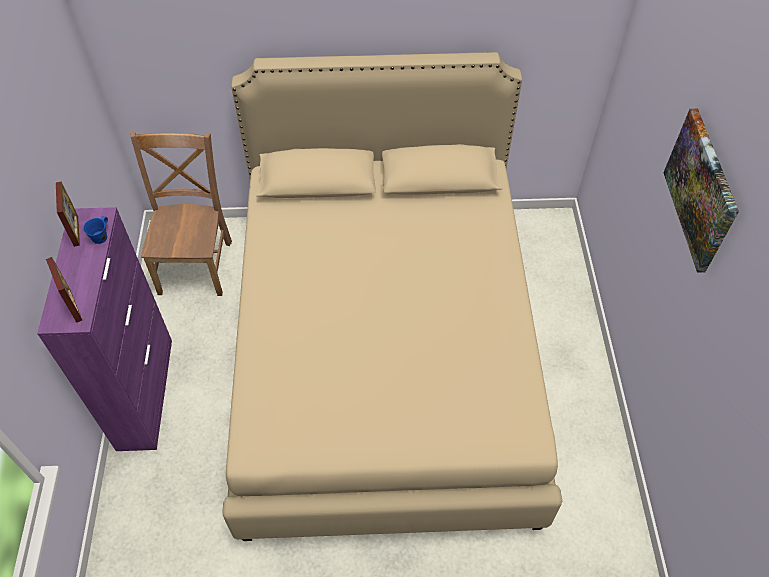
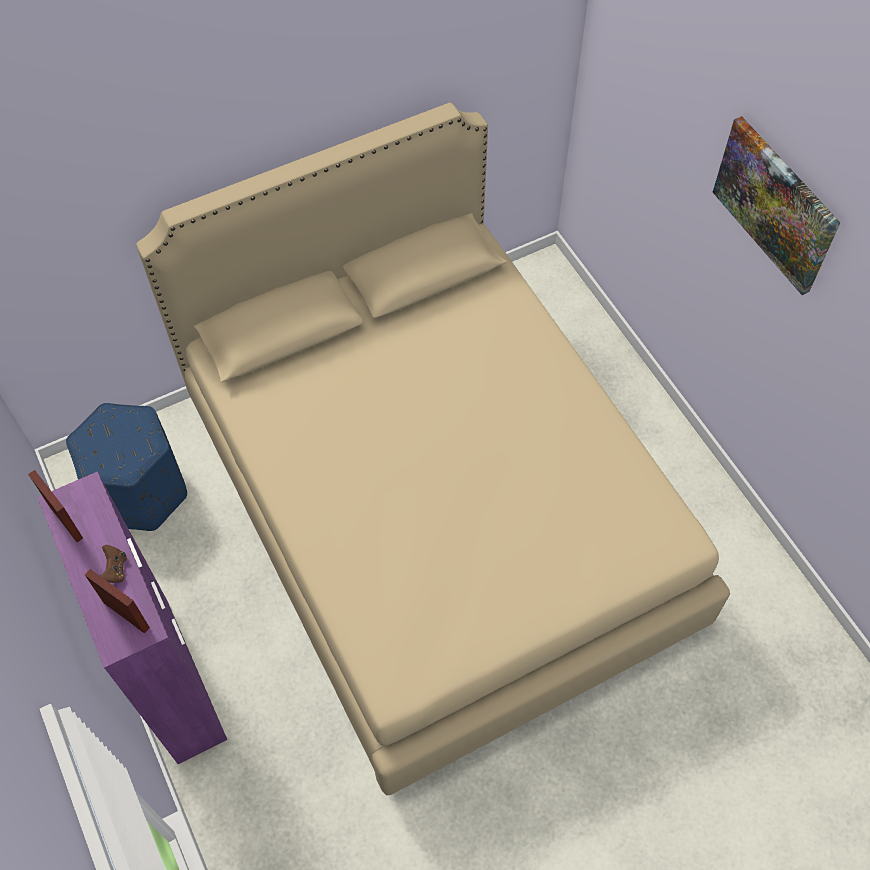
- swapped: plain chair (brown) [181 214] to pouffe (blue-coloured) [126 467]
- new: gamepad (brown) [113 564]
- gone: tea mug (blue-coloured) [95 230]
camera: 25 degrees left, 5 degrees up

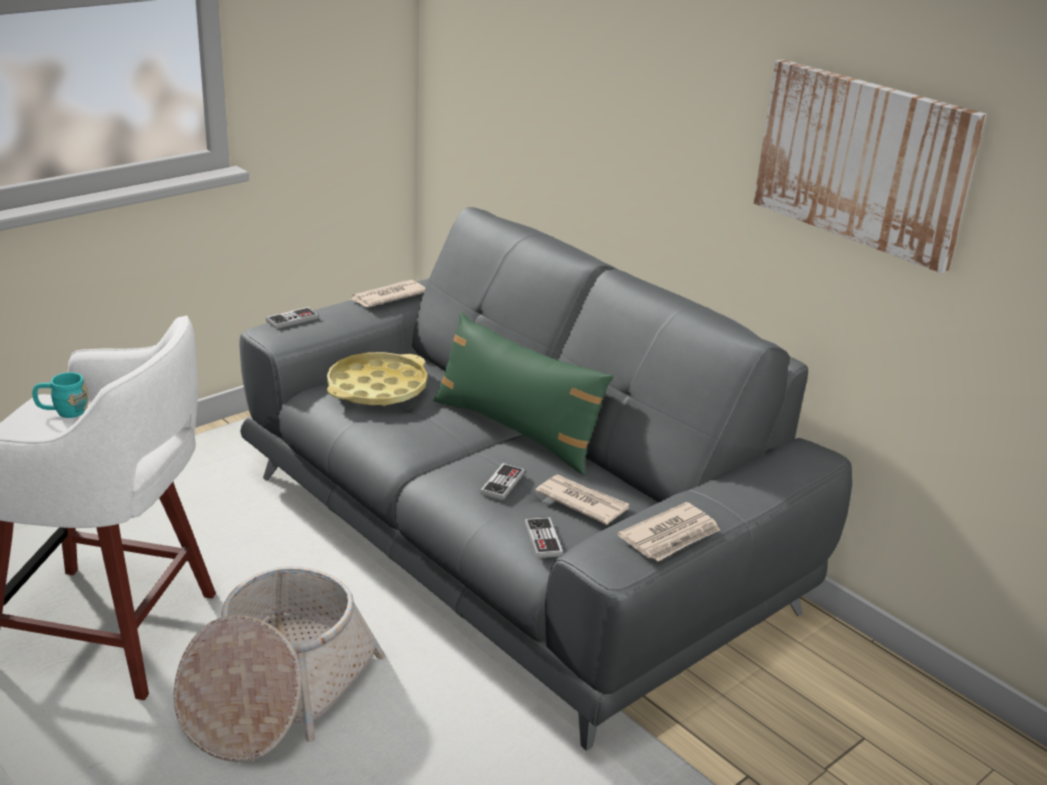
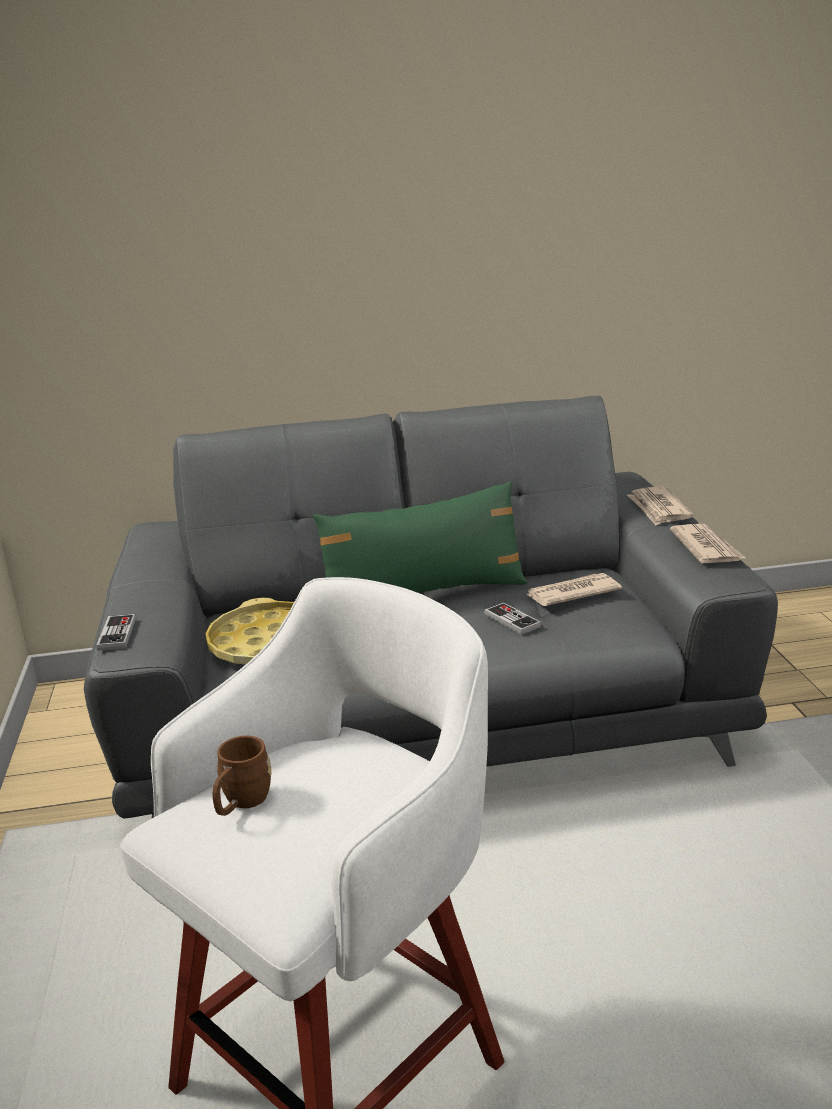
- repainted: tea mug (turquoise) [60 395] to tea mug (brown) [242 776]
- shifted: printed paper [387 293] to [660 505]
- gone: storage basket [280 664]
- gone: gamepad [544 537]
- gone: wall picture [870 166]
camera: 55 degrees left, 5 degrees down

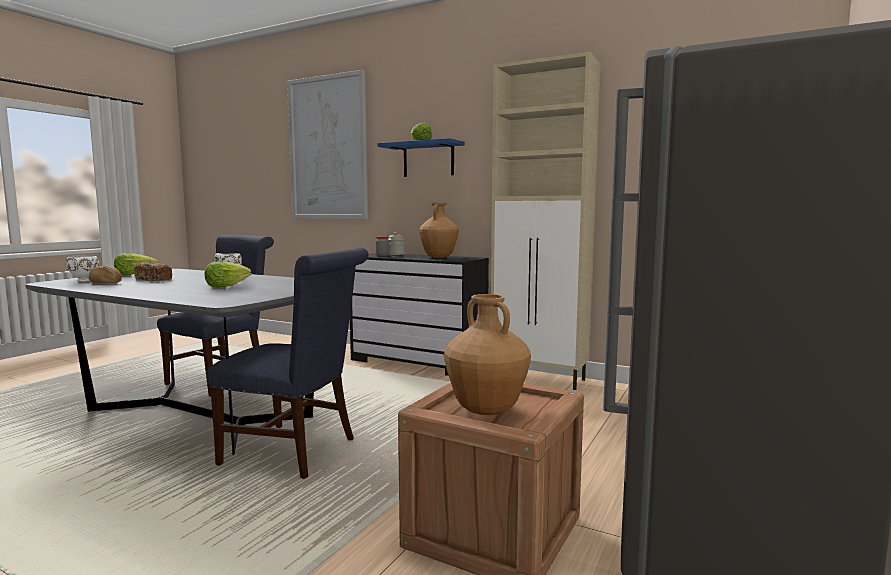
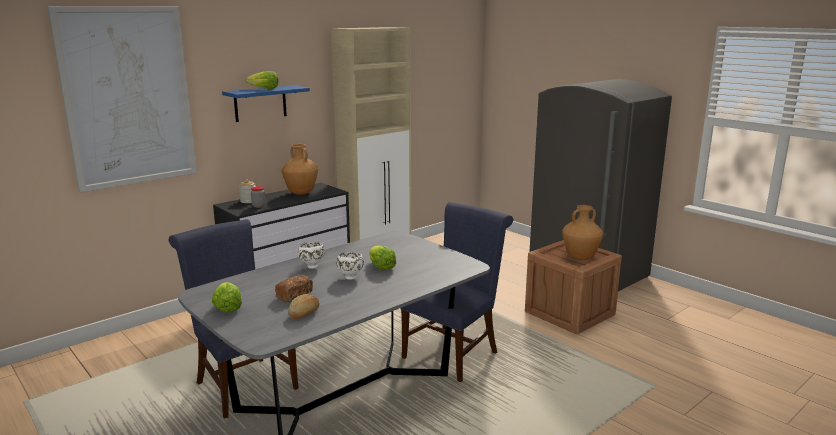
- shifted: bowl (white-coloured) [83 268] to [350 265]
camera: 70 degrees left, 10 degrees up

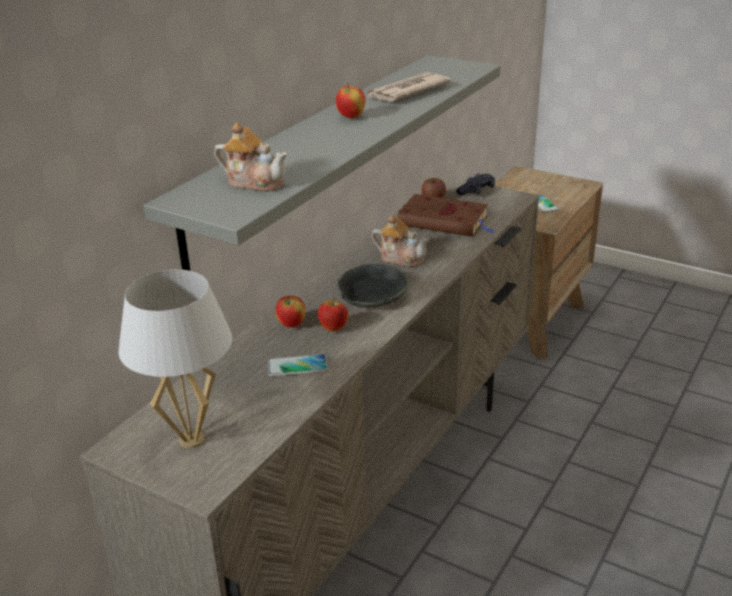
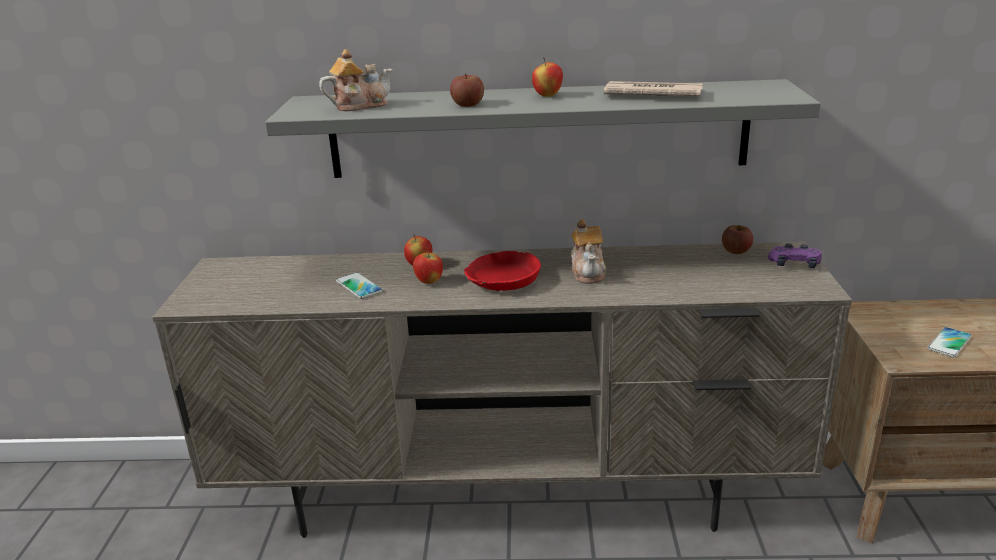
- rotated: tea pot [250 157] = [356 80] 105 degrees counterclockwise
- new: apple fruit [467 90]
- repainted: bowl (greyish) [373 286] to bowl (red) [502 271]
- repainted: gamepad (blackish) [475 184] to gamepad (purple) [795 255]
- gone: tabletop lamp (white-coloured) [175 359]
- gone: volume (brown) [446 215]
camera: 60 degrees right, 5 degrees down

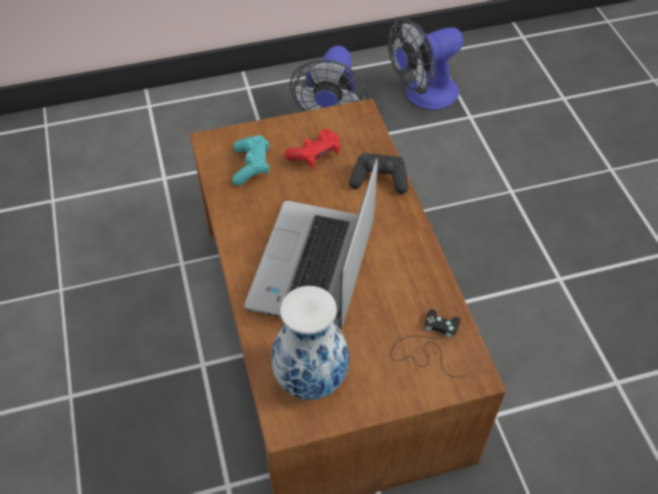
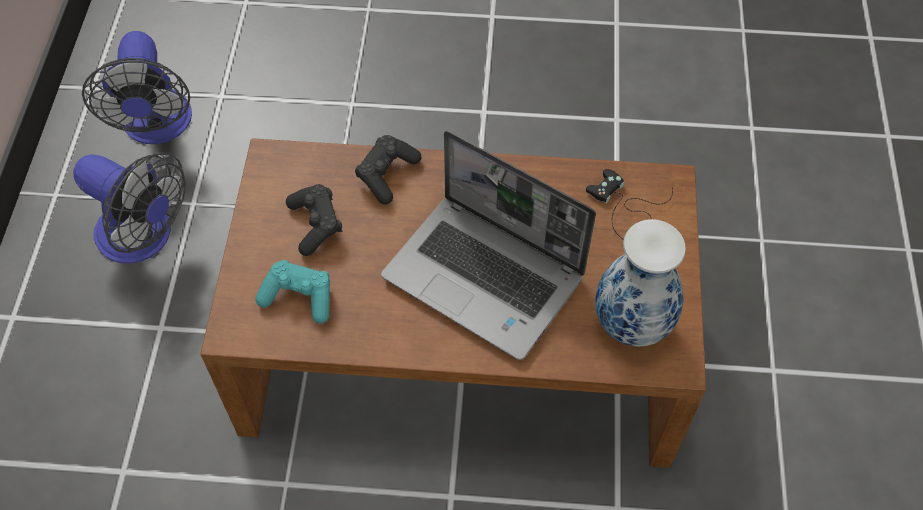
- repainted: gamepad (red) [312 148] to gamepad (blackish) [314 220]
camera: 70 degrees left, 5 degrees up

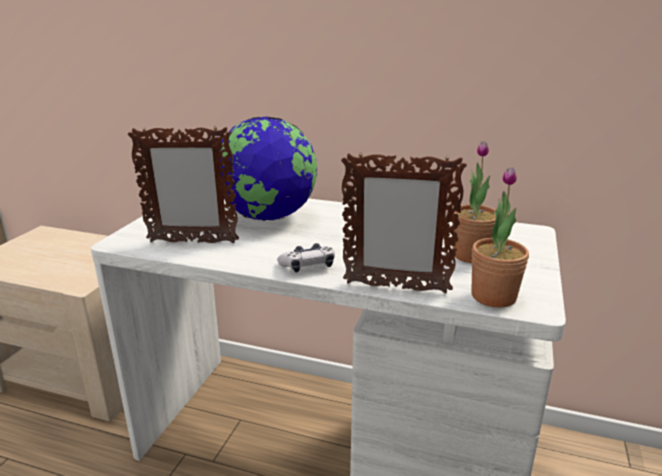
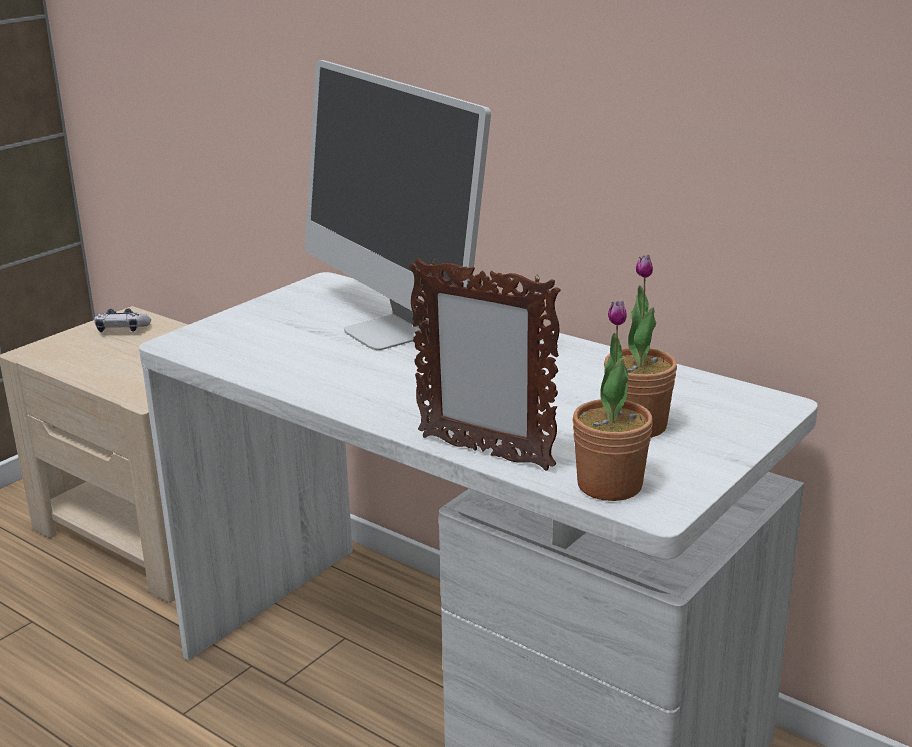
- shifted: gamepad [306 258] to [122 320]
- swapped: world globe [268 169] to computer display [398 205]
- gone: picture frame [183 185]
camera: 20 degrees right, 0 degrees up

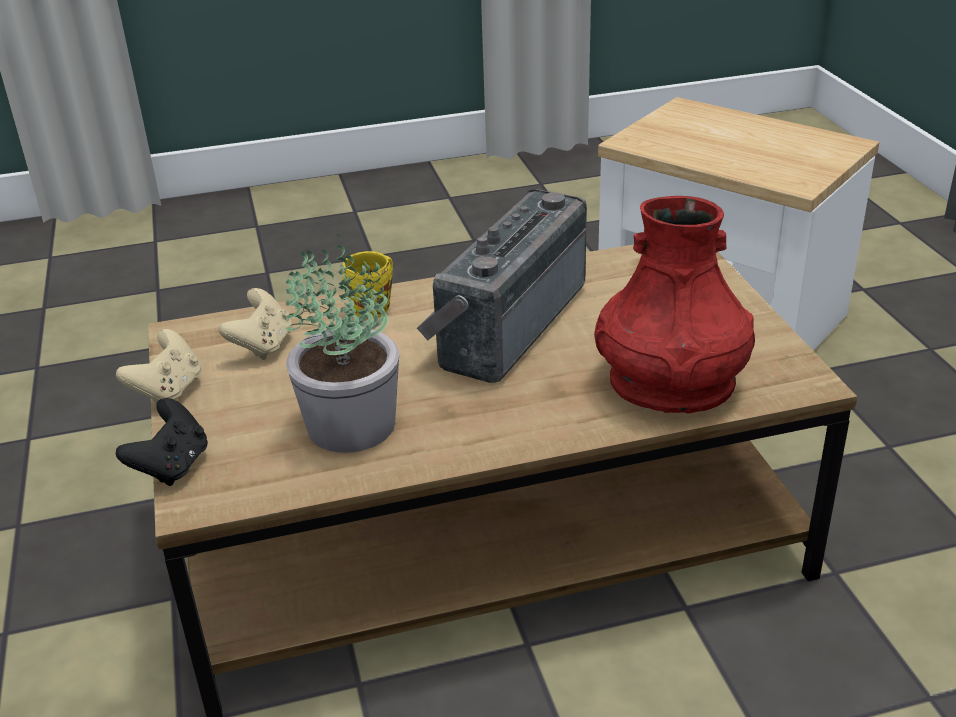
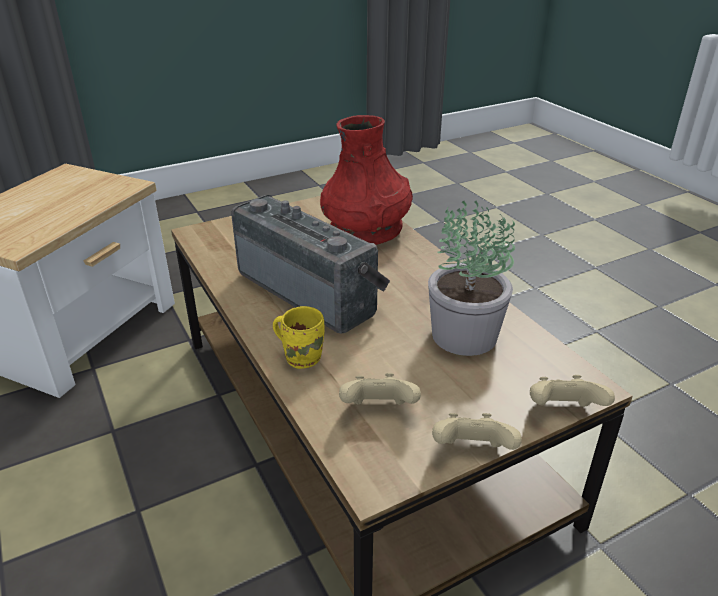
- rotated: radio [502 286] = [310 264] 150 degrees counterclockwise
- repainted: gamepad (blackish) [162 442] to gamepad (beige-coloured) [572 391]
camera: 105 degrees left, 0 degrees up

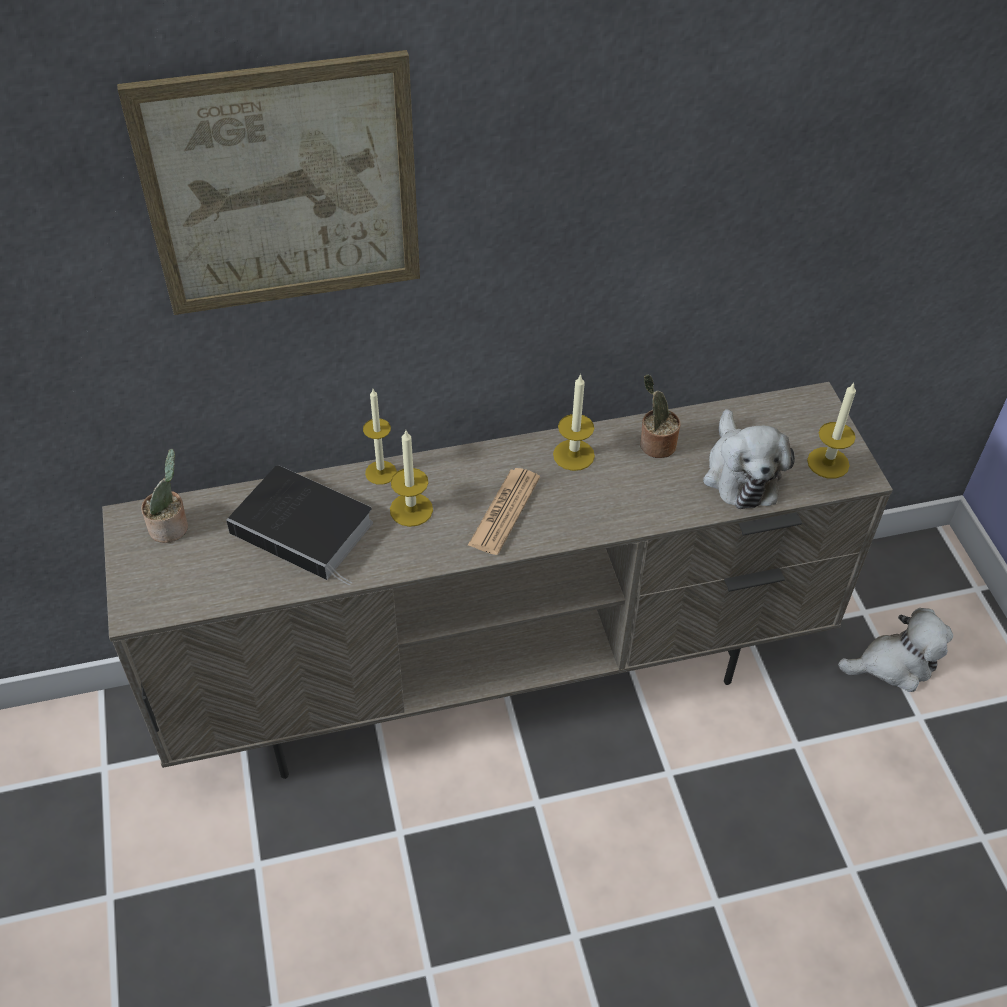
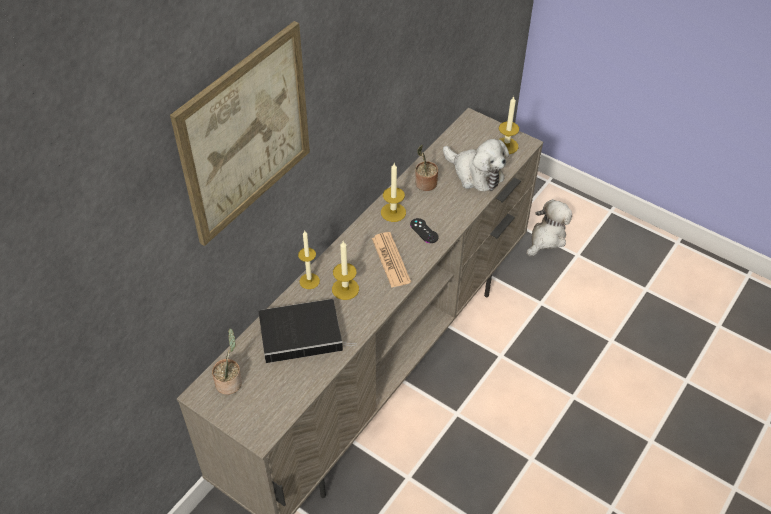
- new: gamepad (blackish) [424 230]
camera: 40 degrees left, 0 degrees up

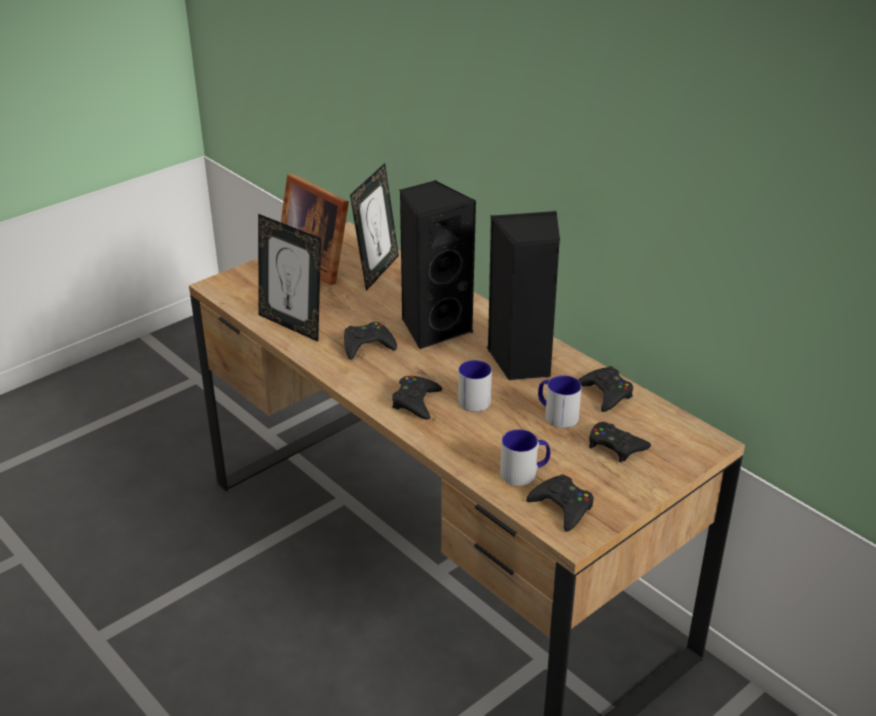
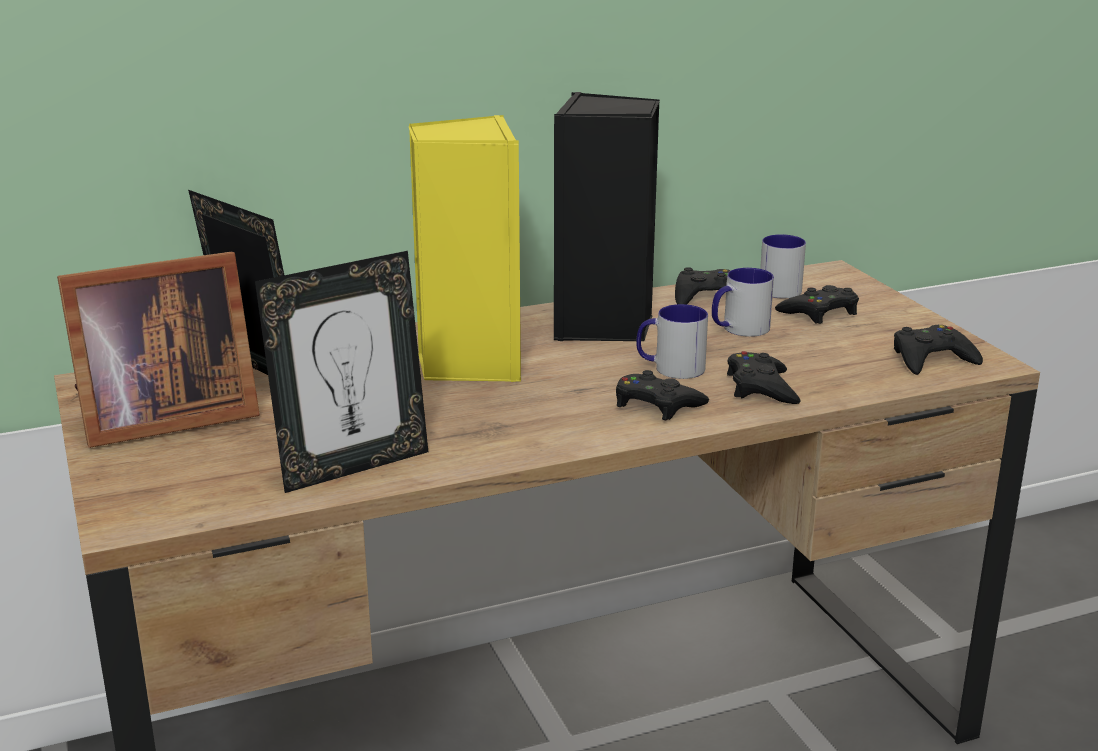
- repainted: loudspeaker (blackish) [437 265] to loudspeaker (yellow) [465 248]
- shifted: gamepad (blackish) [370 341] to [763 377]
- shifted: tea mug [525 457] to [783 266]
camera: 70 degrees left, 10 degrees down

